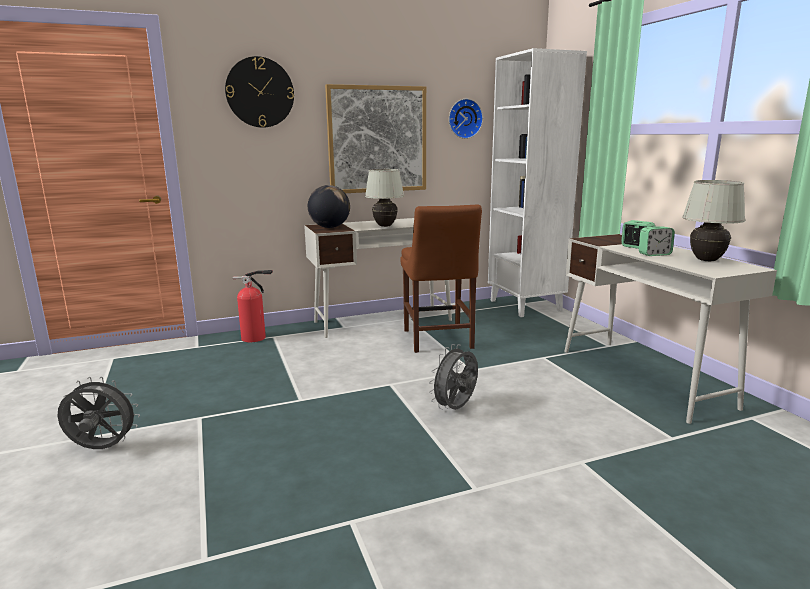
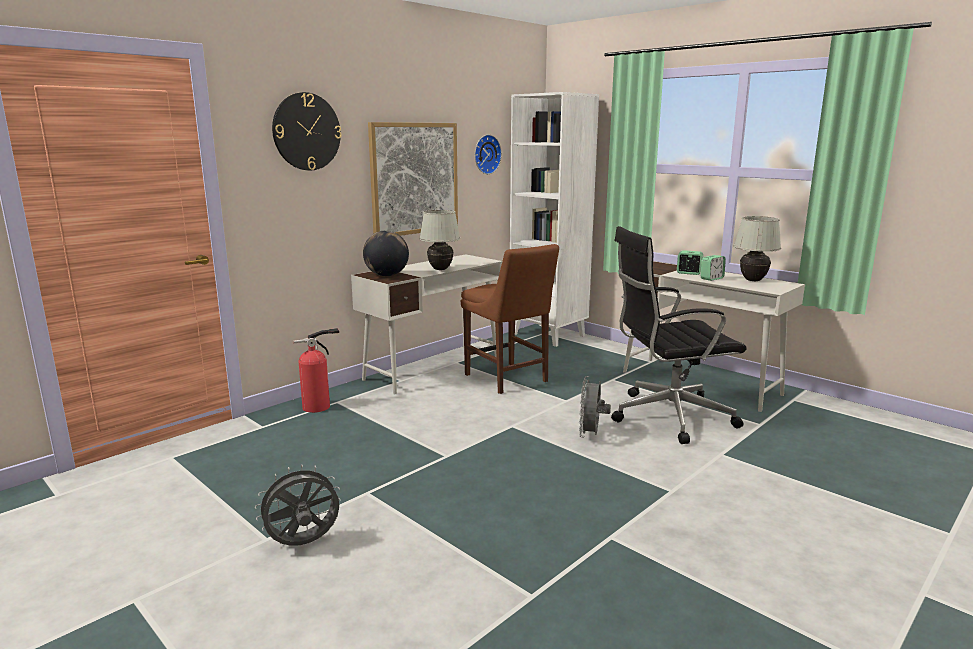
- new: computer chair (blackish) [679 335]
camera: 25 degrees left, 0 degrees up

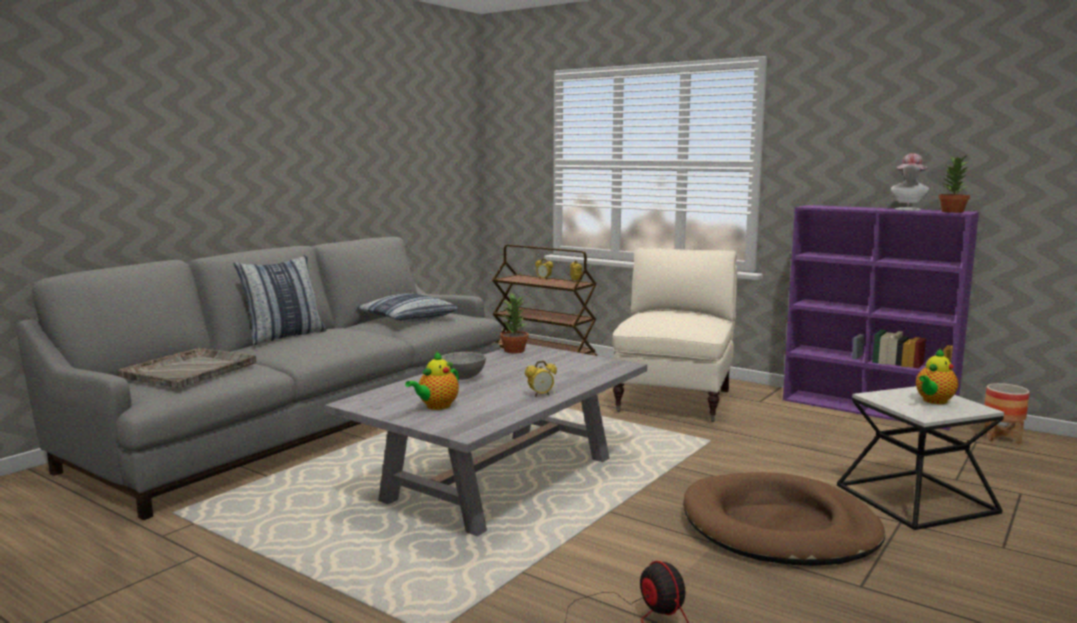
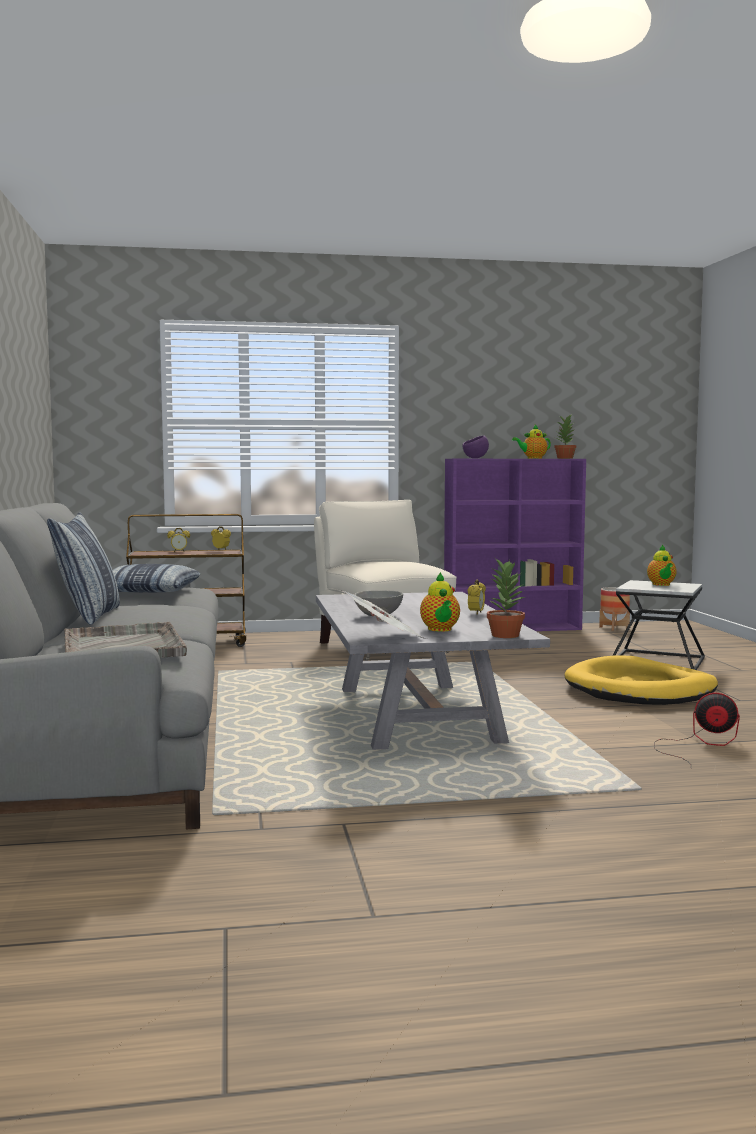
- new: printed paper [385 615]
- new: bowl (purple) [475 446]
- shifted: plant in a pot [514 323] to [506 598]
- swapped: clothing hat [910 182] to tea pot [531 441]
- repainted: dog bed (brown) [784 519] to dog bed (yellow) [641 680]
camera: 45 degrees left, 5 degrees down

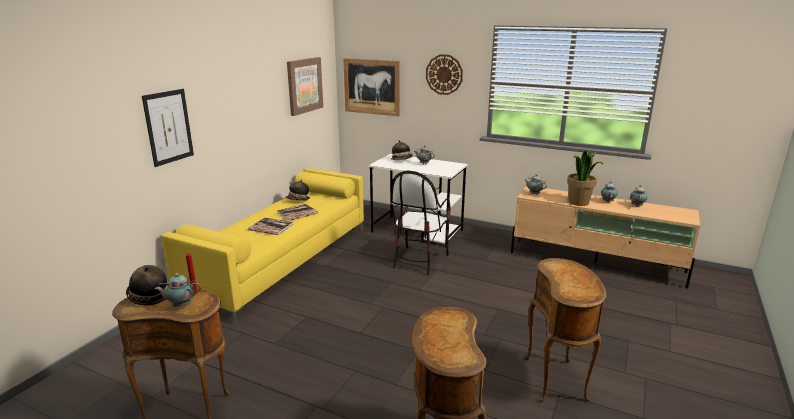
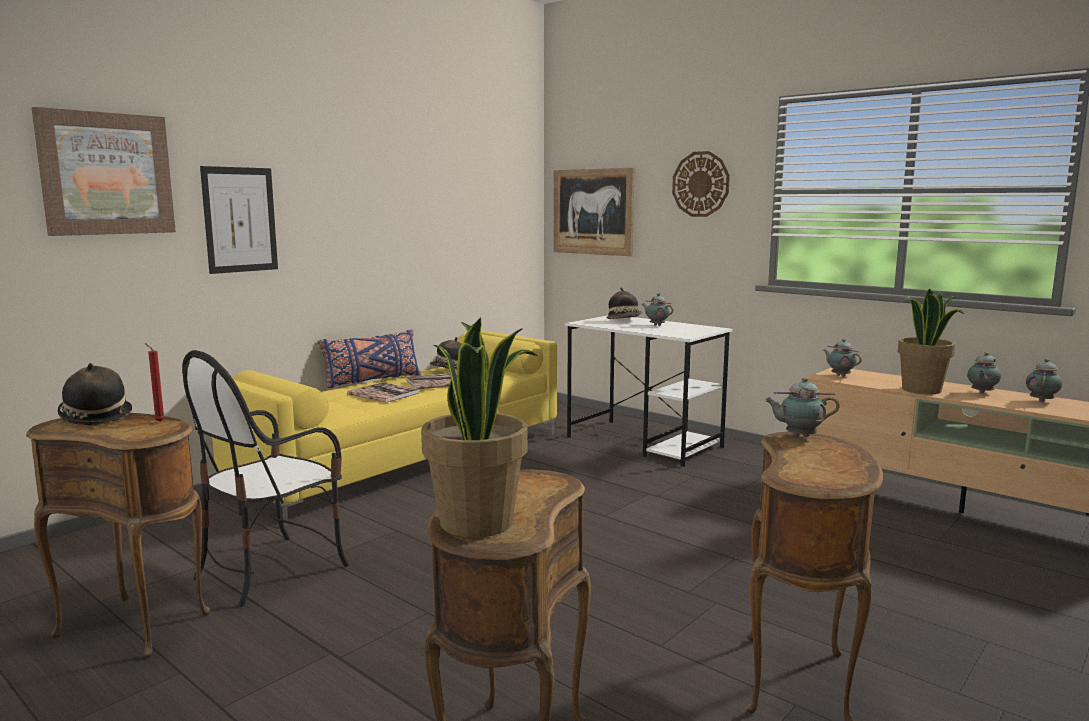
- shifted: wall picture [305 86] to [104 171]
- shifted: plain chair [421 223] to [265 478]
- new: throw pillow (blue-coloured) [369 358]
- new: plant in a pot [479 428]
- shifted: tea pot [178 290] to [801 407]
camera: 15 degrees right, 10 degrees down

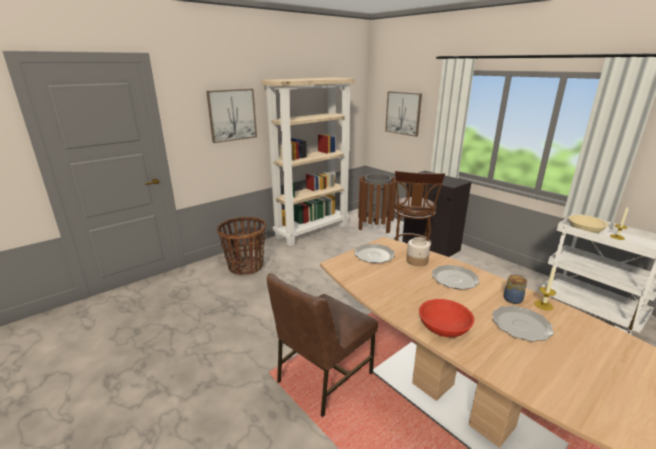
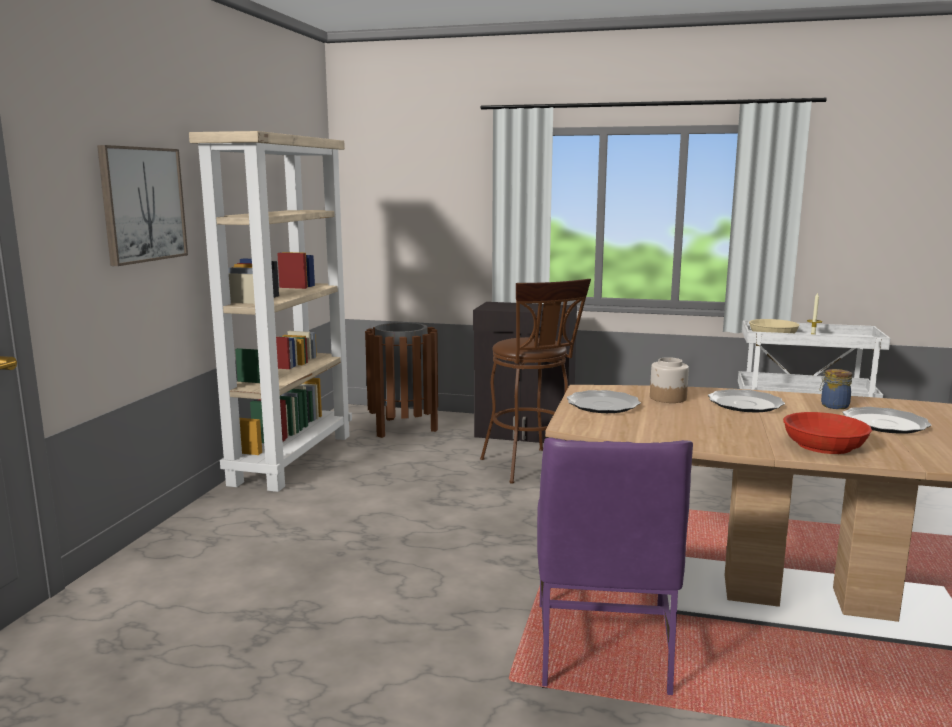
- repainted: plain chair (brown) [322 345] to plain chair (purple) [615 566]
- gone: storage basket [241 246]
- gone: wall picture [403 114]
- gone: wax light [545 288]
camera: 35 degrees left, 10 degrees down

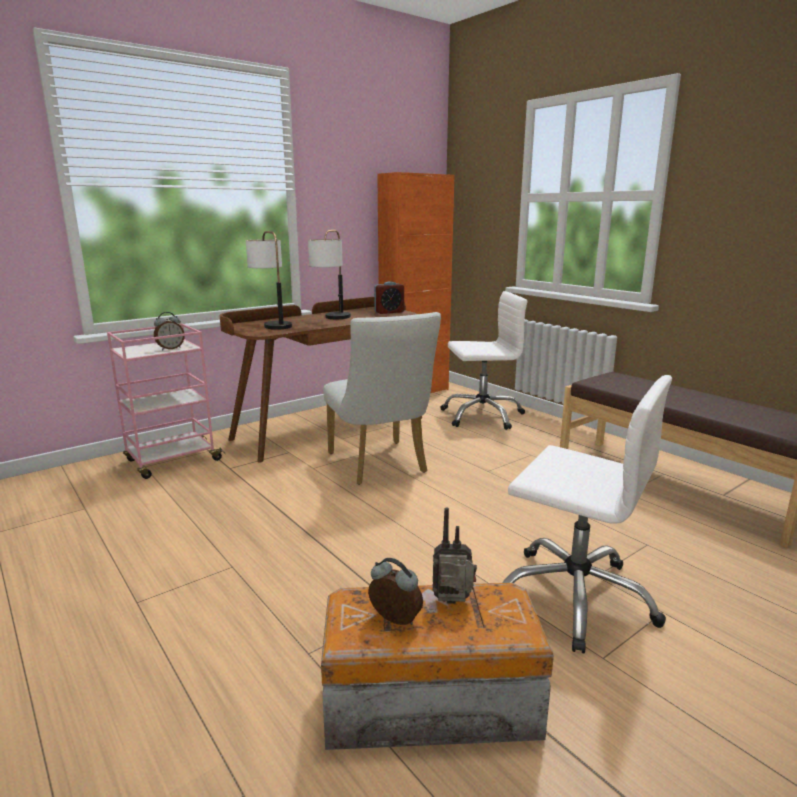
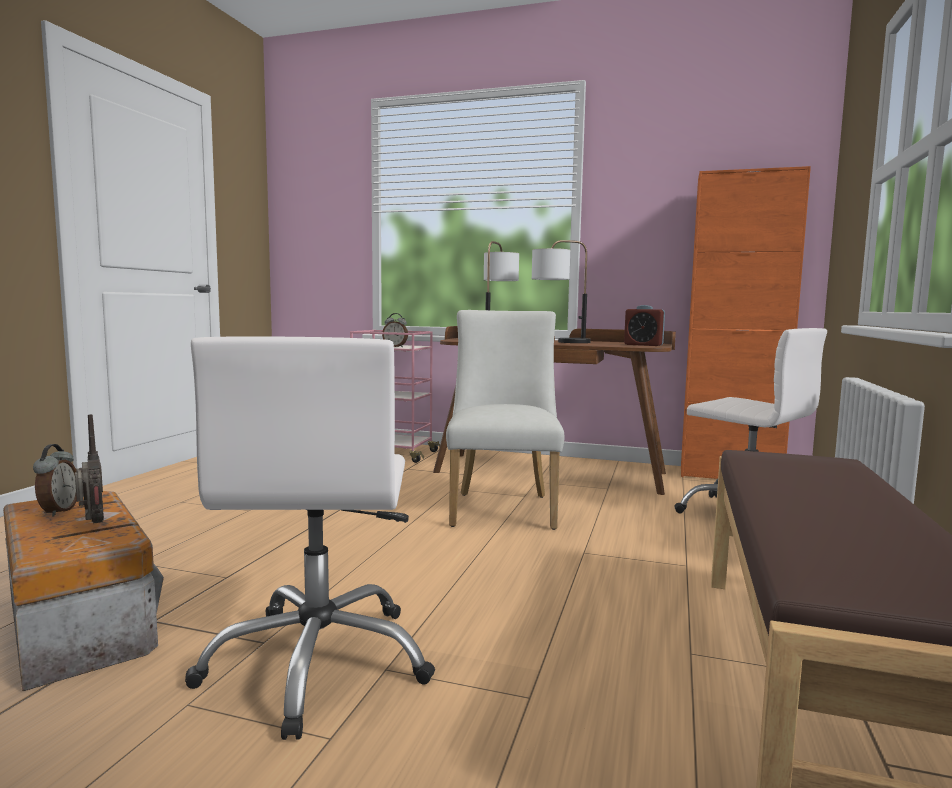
- rotated: plain chair (white-coloured) [382 398] = [505 420] 150 degrees clockwise
camera: 55 degrees right, 10 degrees down

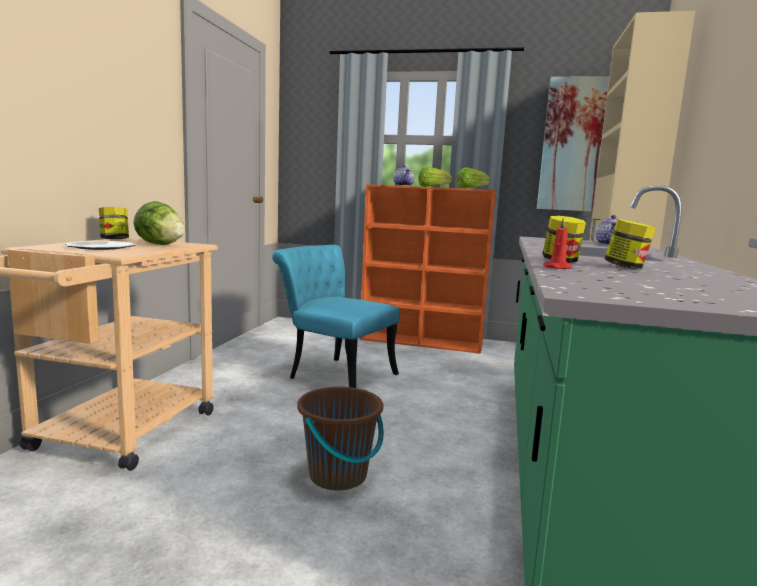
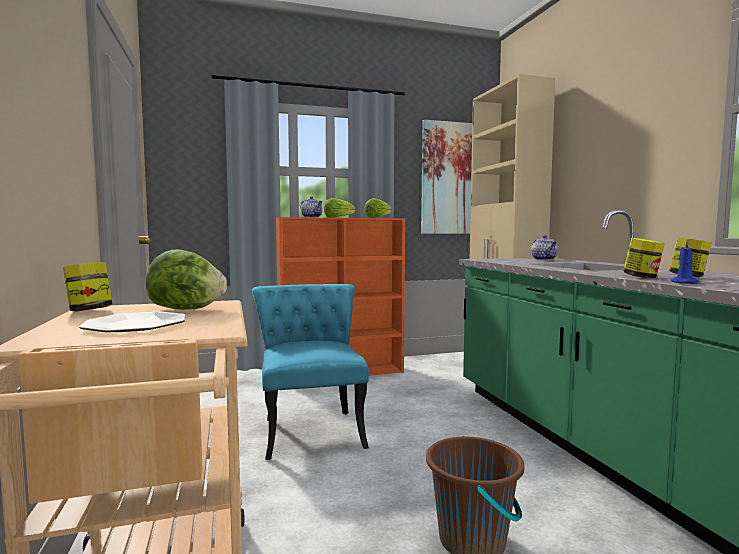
- rotated: plain chair (turquoise) [335 316] = [310 372] 75 degrees clockwise
- repainted: wax light (red) [557 243] to wax light (blue-coloured) [685 261]
camera: 30 degrees left, 5 degrees down

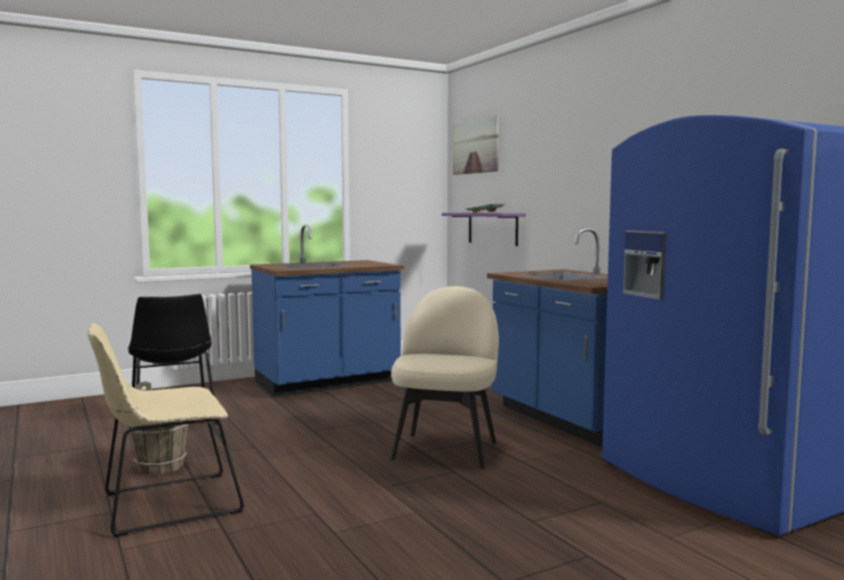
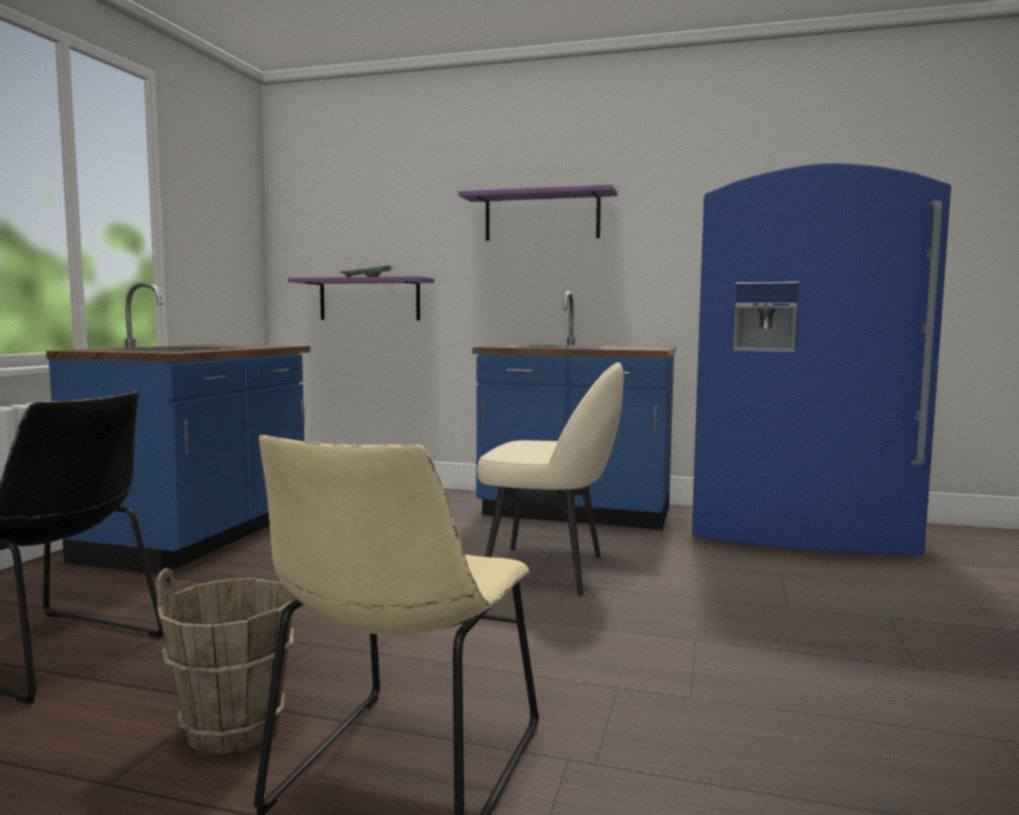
- new: shelf (purple) [538 213]
- rotated: plain chair (beige-coloured) [445 377] = [550 479] 135 degrees clockwise
- gone: wall picture [476 145]
camera: 45 degrees left, 0 degrees up

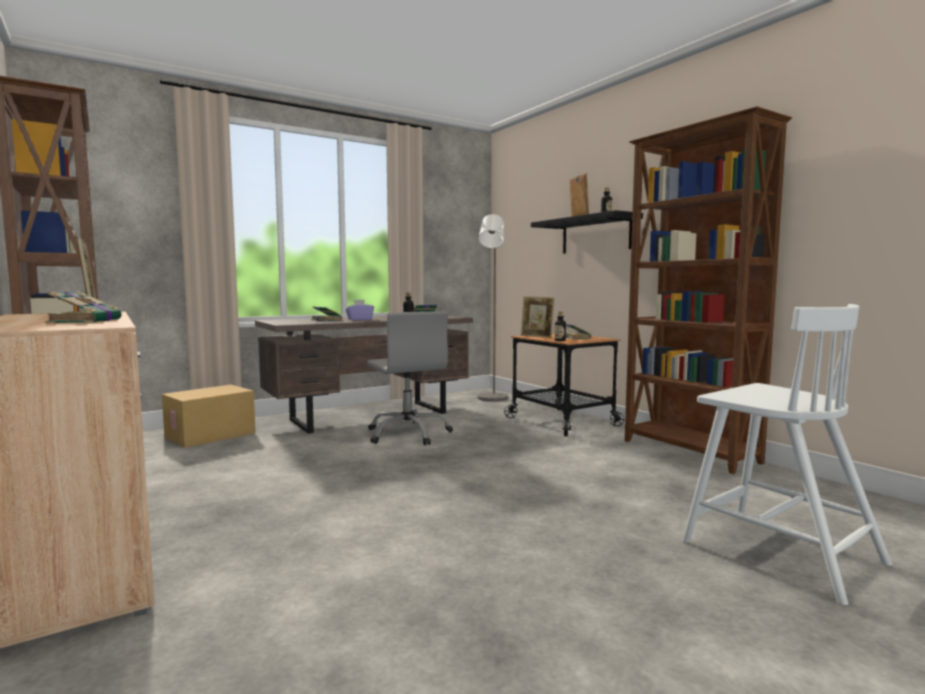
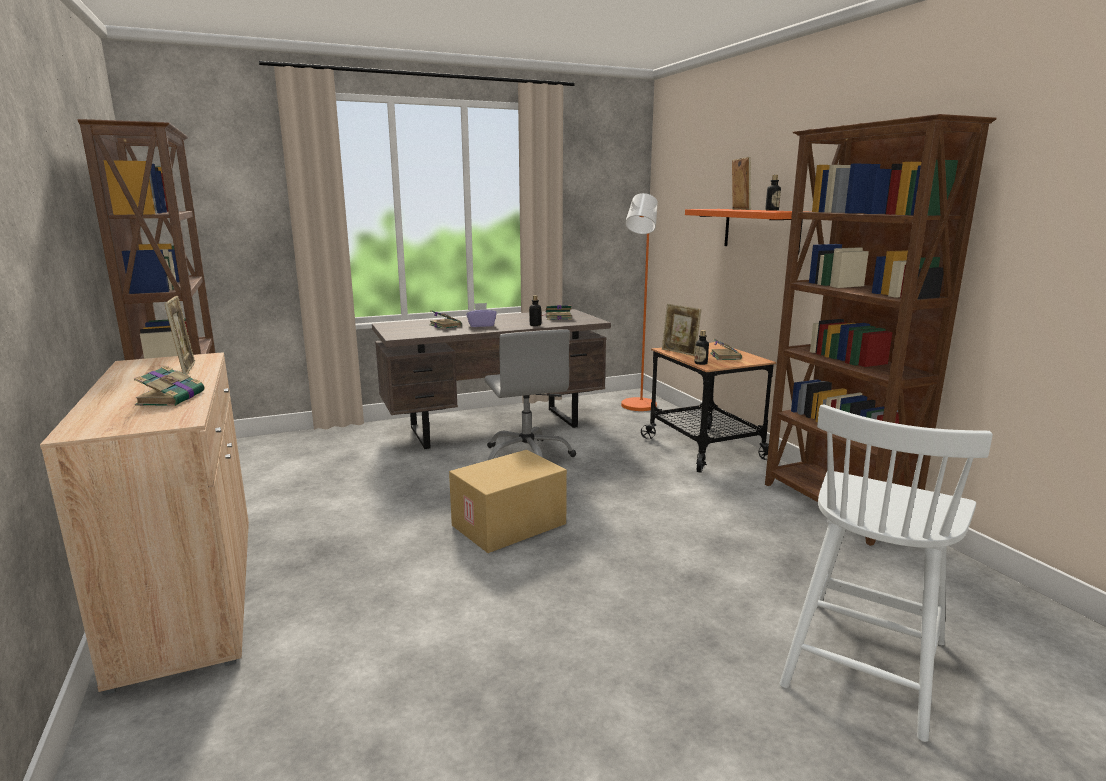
- shifted: packing box [209 416] to [508 501]
- repainted: standing lamp (greyish) [493 308] to standing lamp (orange-coloured) [639 302]
- repainted: shelf (blackish) [587 231] to shelf (orange-coloured) [744 231]
- rotated: plain chair (white-coloured) [787 455] = [886 573] 60 degrees clockwise
camera: 10 degrees right, 10 degrees up

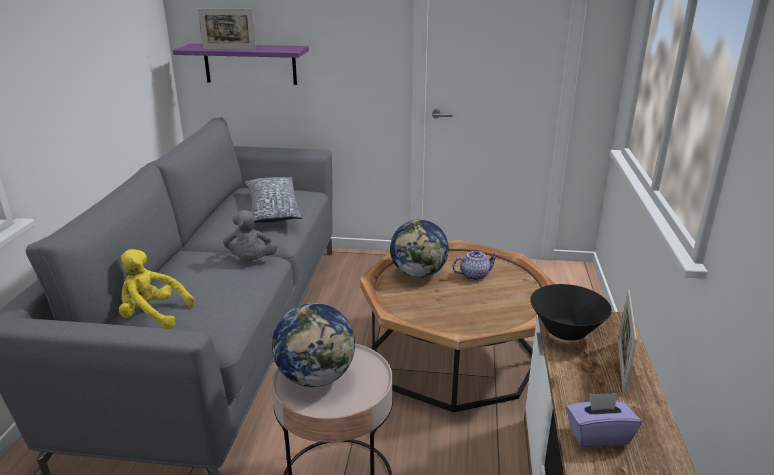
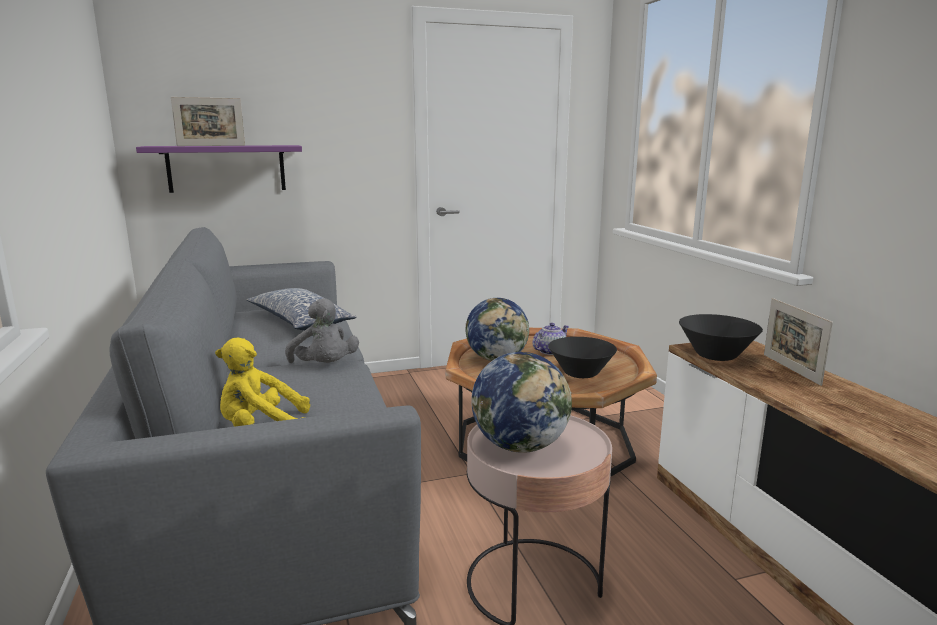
- new: bowl (blackish) [582 357]
- gone: box of tissues (purple) [603 420]
camera: 25 degrees left, 10 degrees down

